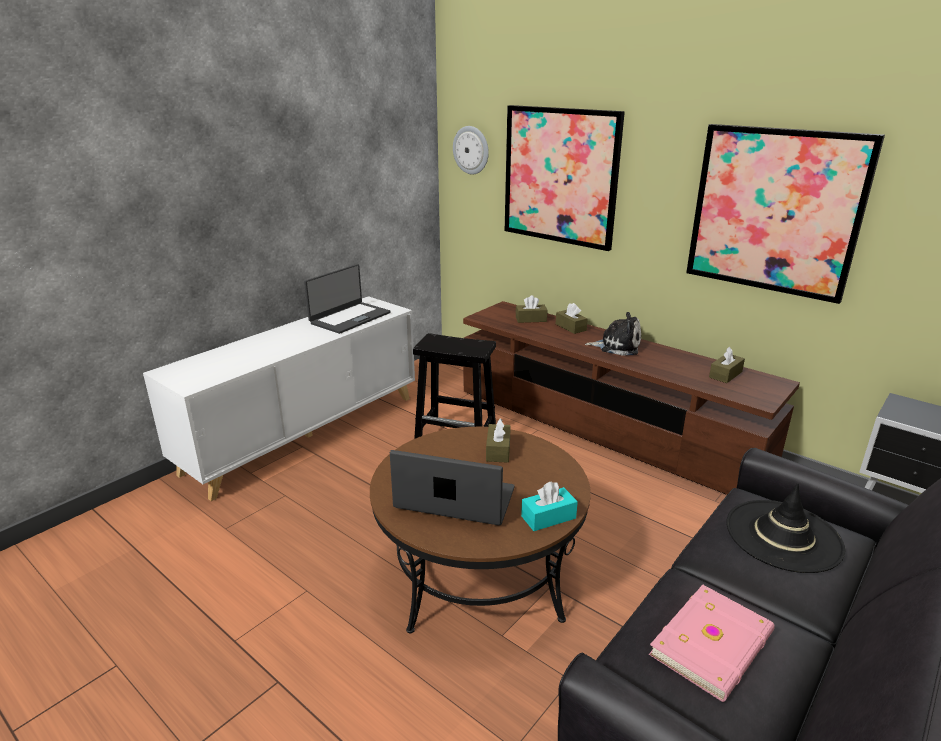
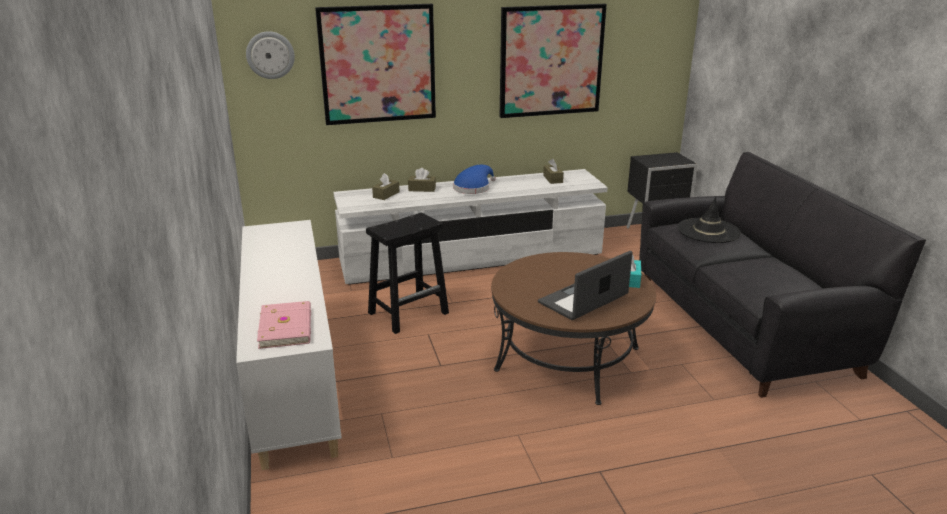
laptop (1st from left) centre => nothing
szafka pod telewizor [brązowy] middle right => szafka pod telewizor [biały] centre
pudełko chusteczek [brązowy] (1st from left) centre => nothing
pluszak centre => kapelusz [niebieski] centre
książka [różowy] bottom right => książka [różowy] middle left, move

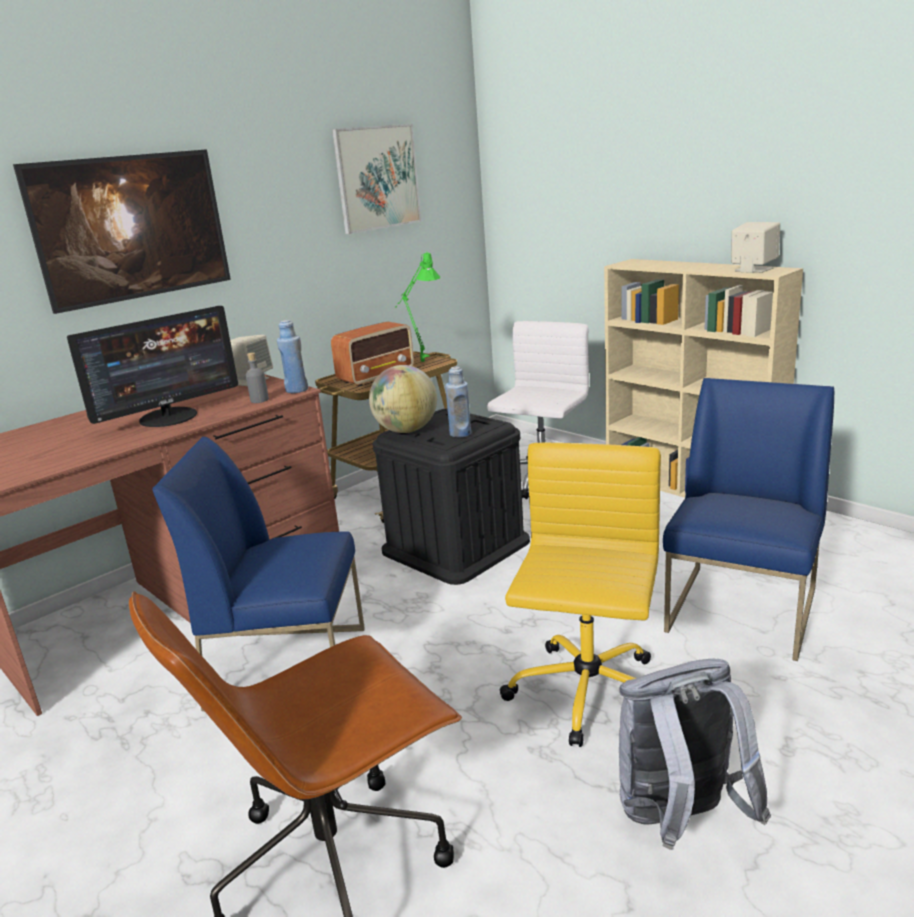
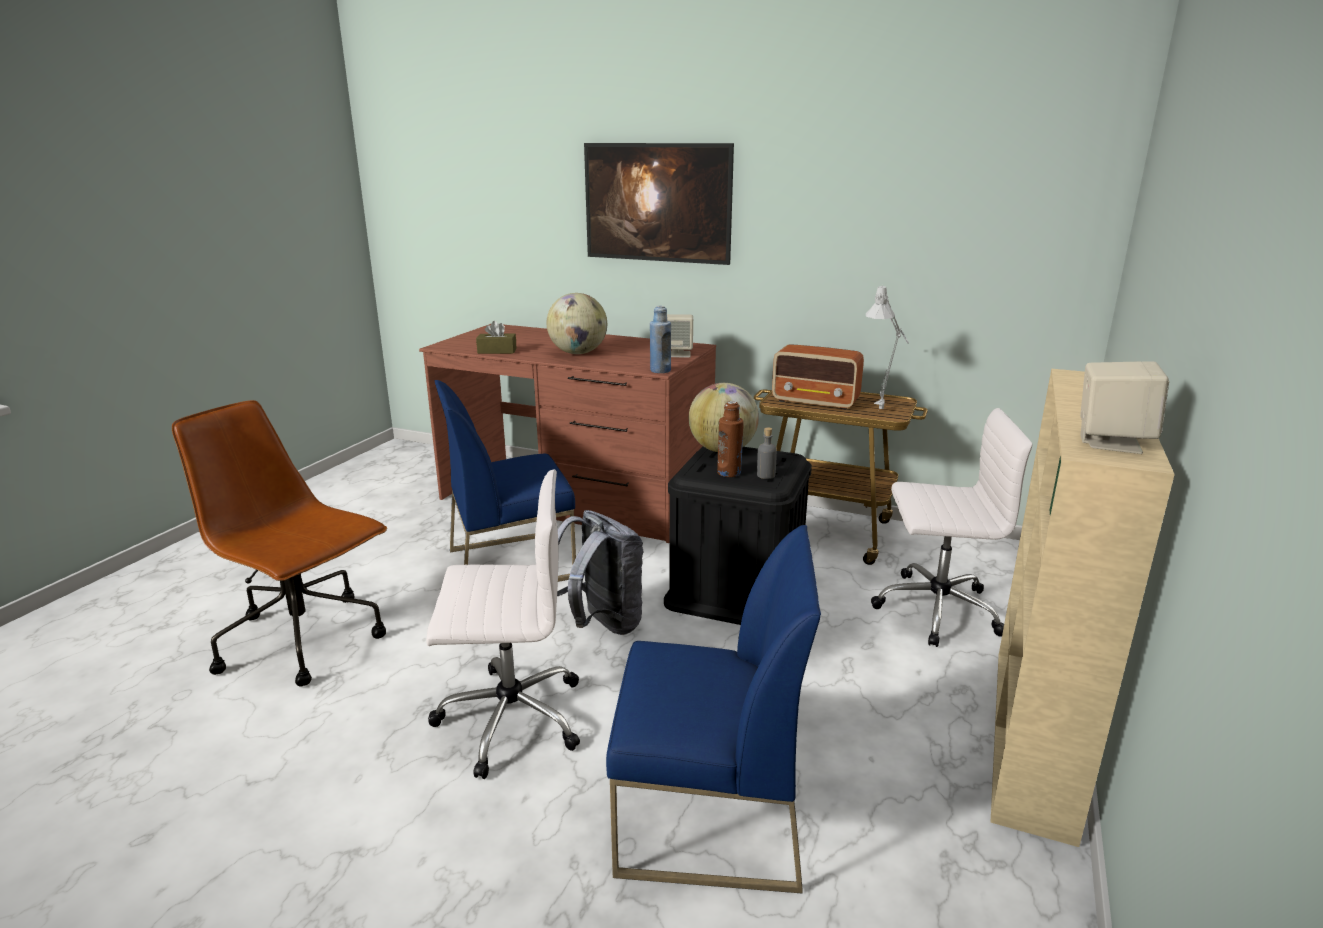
monitor middle left => globus (1st from left) centre
krzesło [niebieski] (1st from left) middle left => krzesło [niebieski] (1st from left) centre, 90 degrees counterclockwise
butelka [szary] middle left => butelka [szary] centre, move
obraz (2nd from left) top centre => nothing
lampa stołowa [zielony] centre => lampa stołowa [szary] middle right
butelka [niebieski] (2nd from left) centre => butelka [brązowy] centre
krzesło biurowe [żółty] centre => krzesło biurowe [biały] (1st from left) bottom centre
plecak [szary] bottom right => plecak [szary] centre, move
nothing => pudełko chusteczek [brązowy] centre

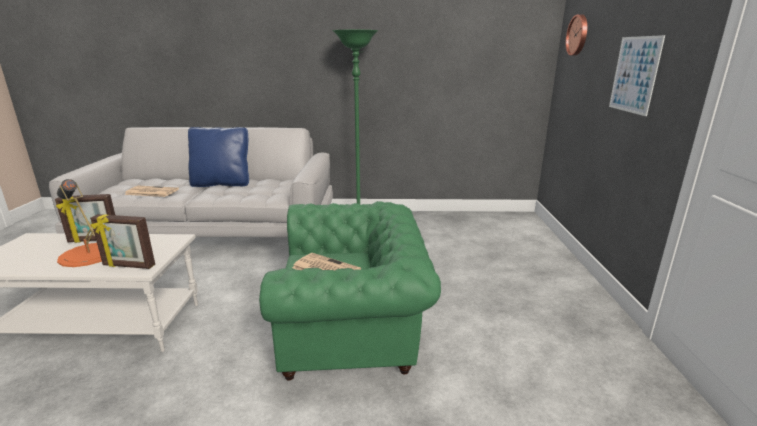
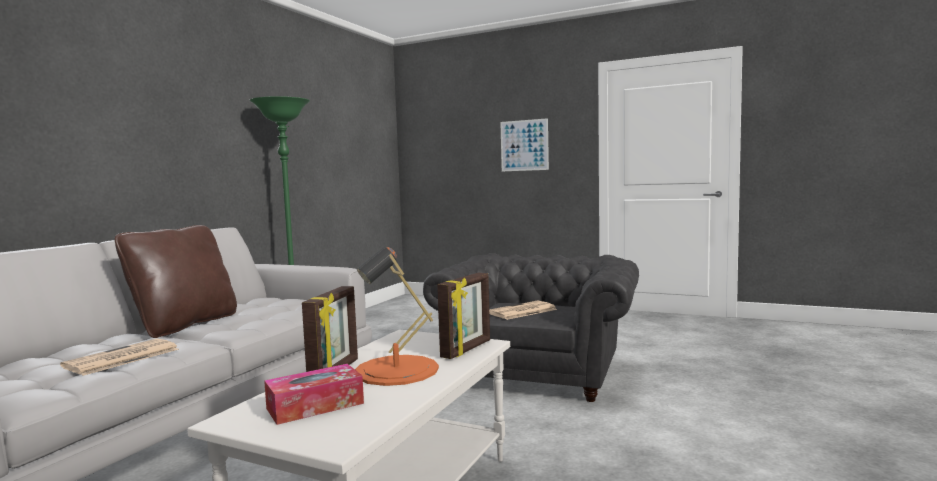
poduszka [niebieski] middle left => poduszka [brązowy] middle left
fotel [zielony] bottom centre => fotel [szary] bottom centre
zegar ścienny top right => nothing
nothing => pudełko chusteczek bottom centre

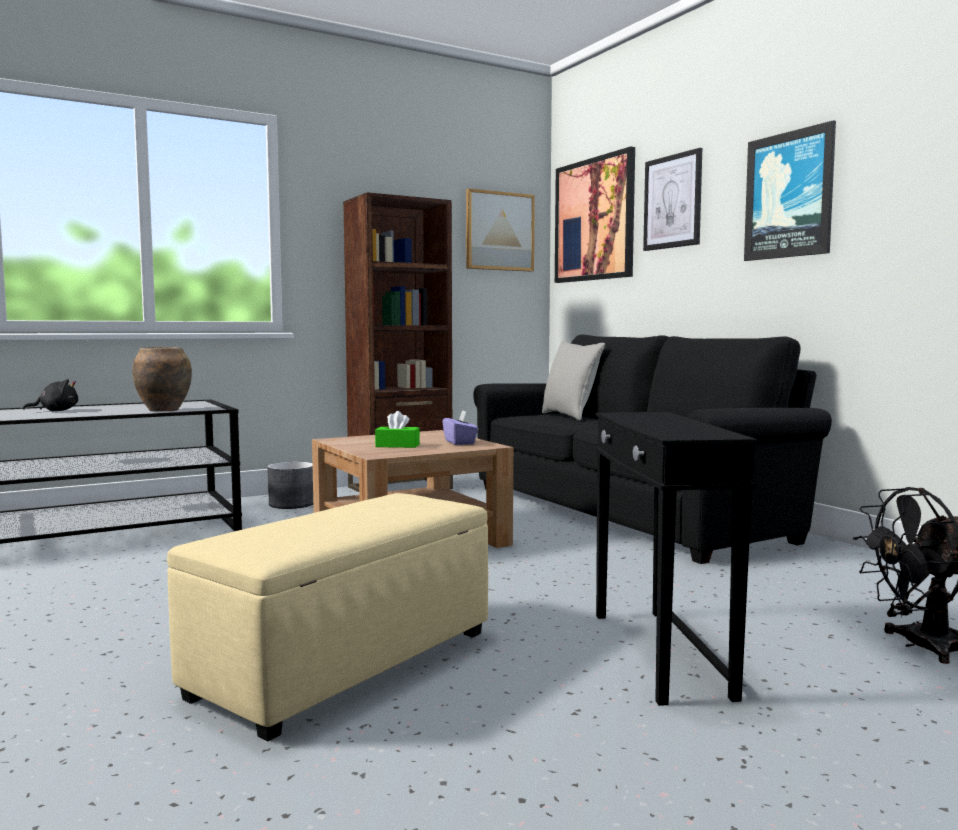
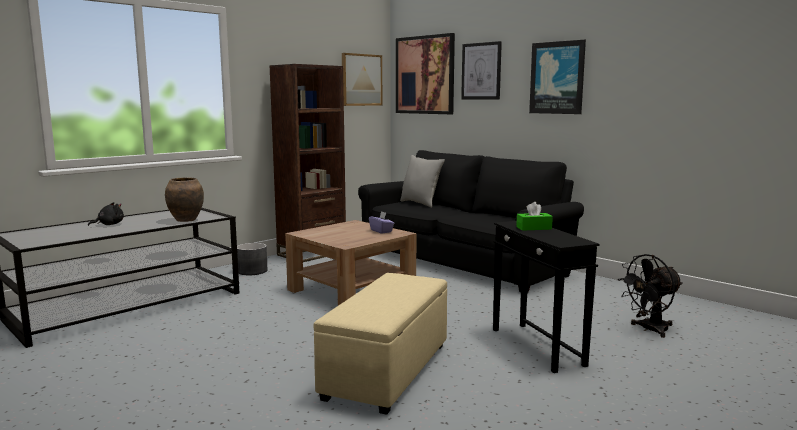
pudełko chusteczek [zielony] centre => pudełko chusteczek [zielony] middle right, move

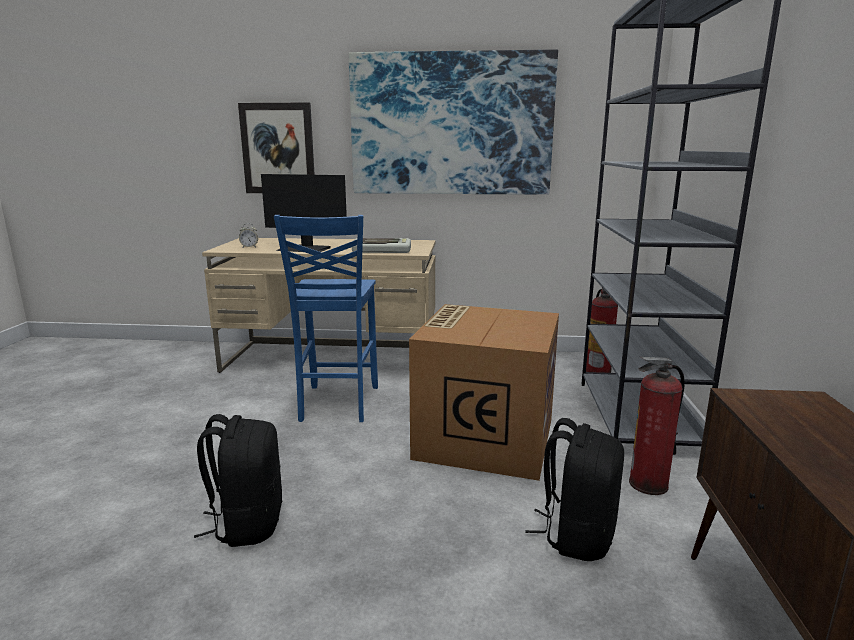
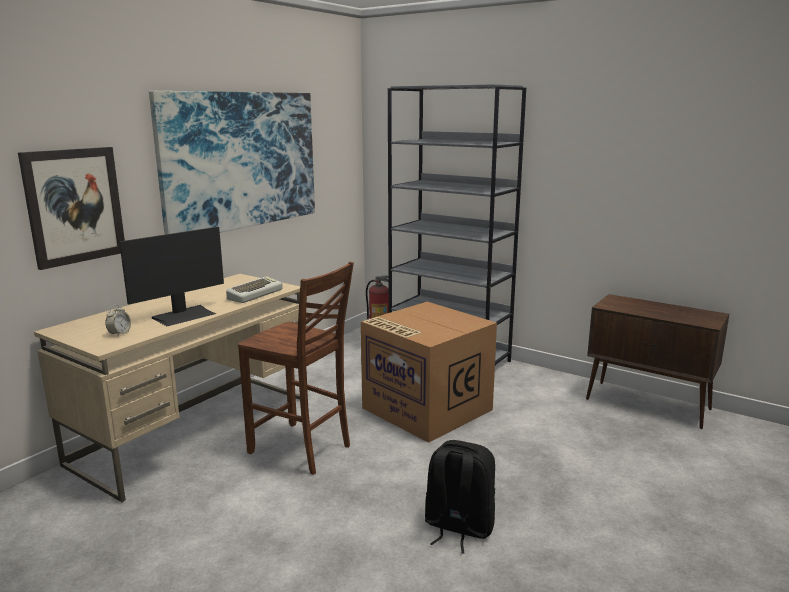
krzesło [niebieski] centre => krzesło [brązowy] centre
plecak [czarny] (2nd from left) bottom right => nothing
gaśnica (2nd from left) middle right => nothing

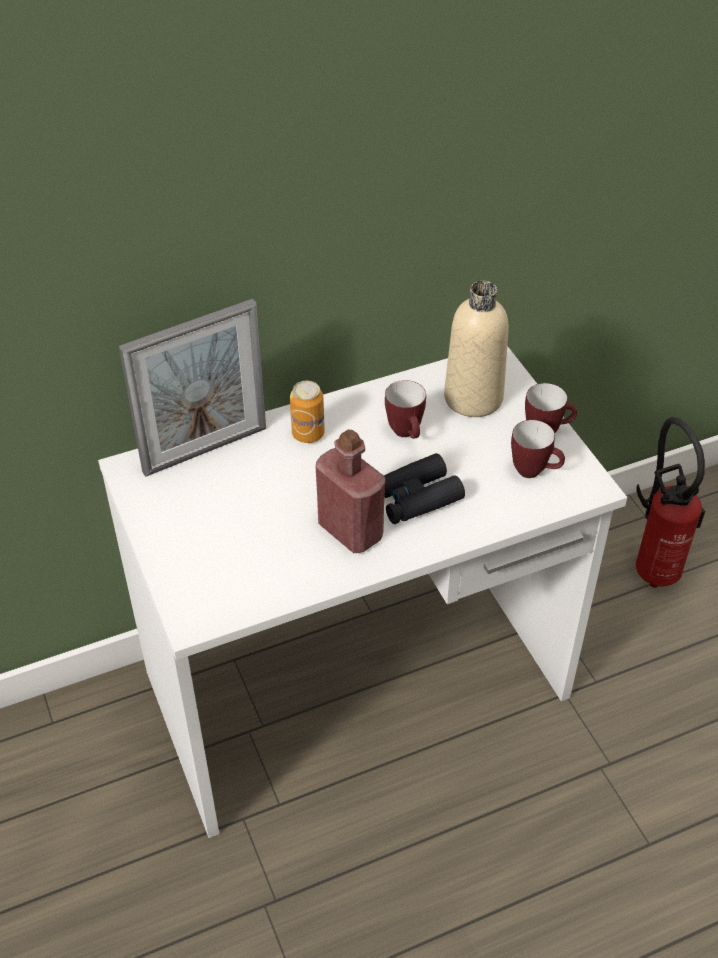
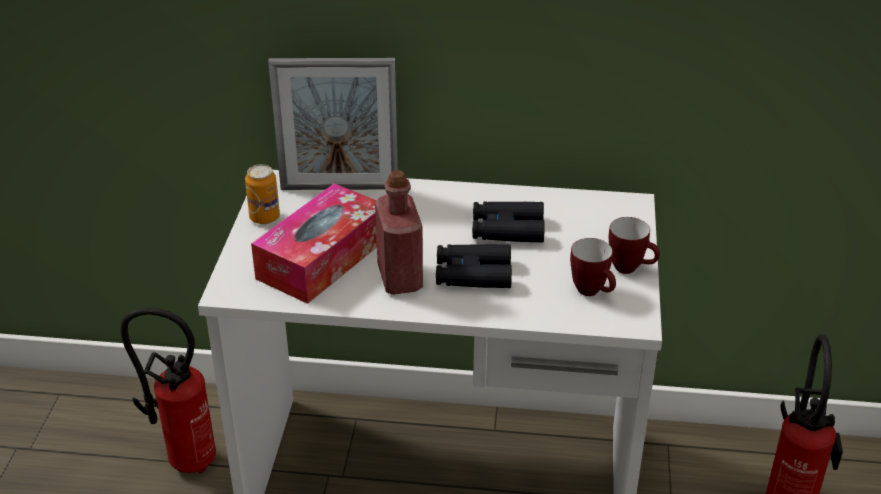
puszka centre => puszka middle left, move
kubek (1st from left) centre => lornetka [czarny] (2nd from left) centre
butelka [beżowy] centre => nothing
nothing => gaśnica (1st from left) bottom left
nothing => pudełko chusteczek centre

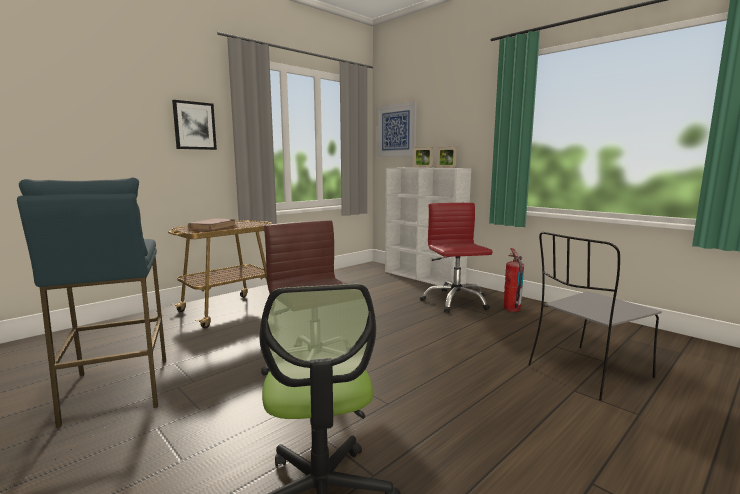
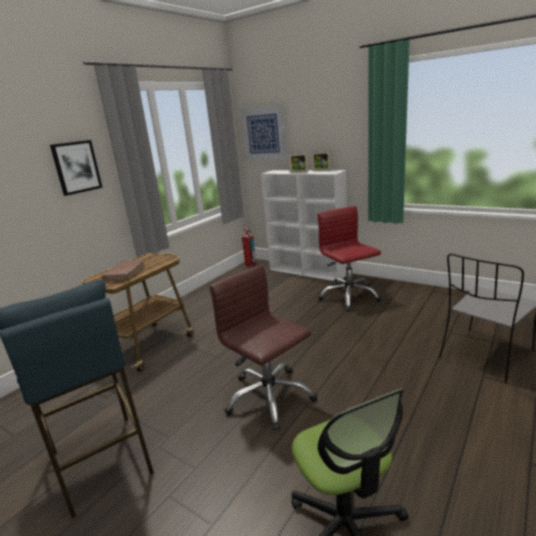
gaśnica middle right => gaśnica centre, move

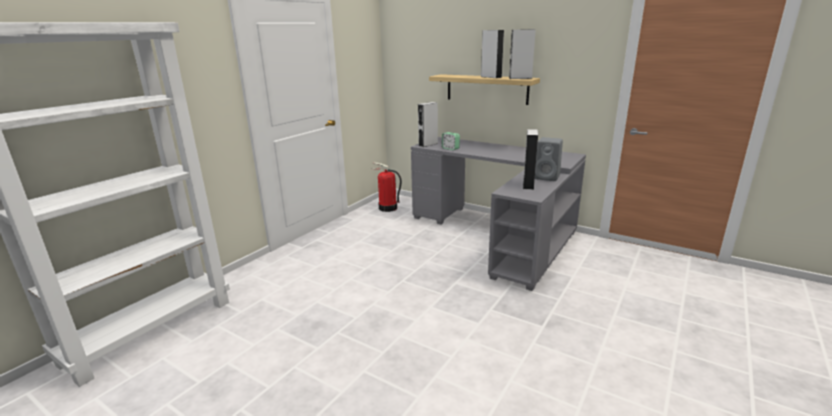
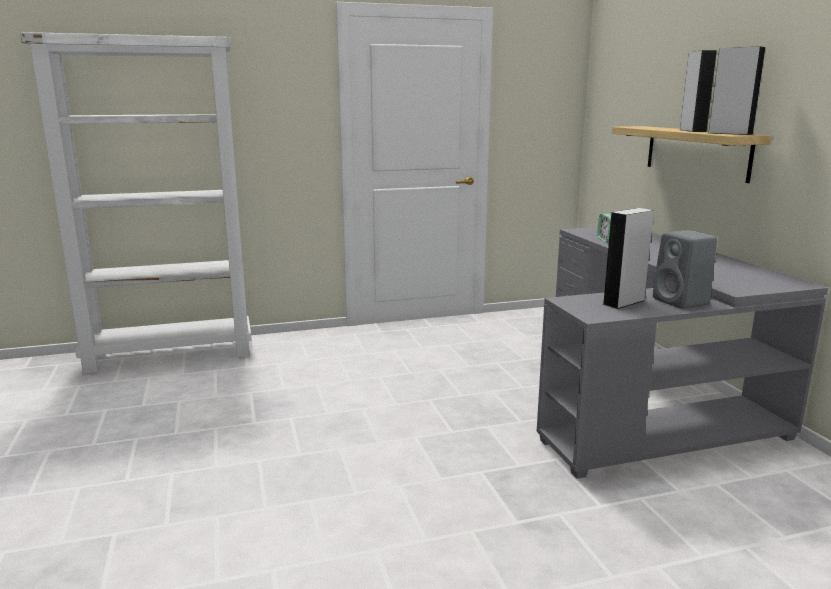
gaśnica centre => nothing
głośnik [szary] (1st from left) top centre => nothing

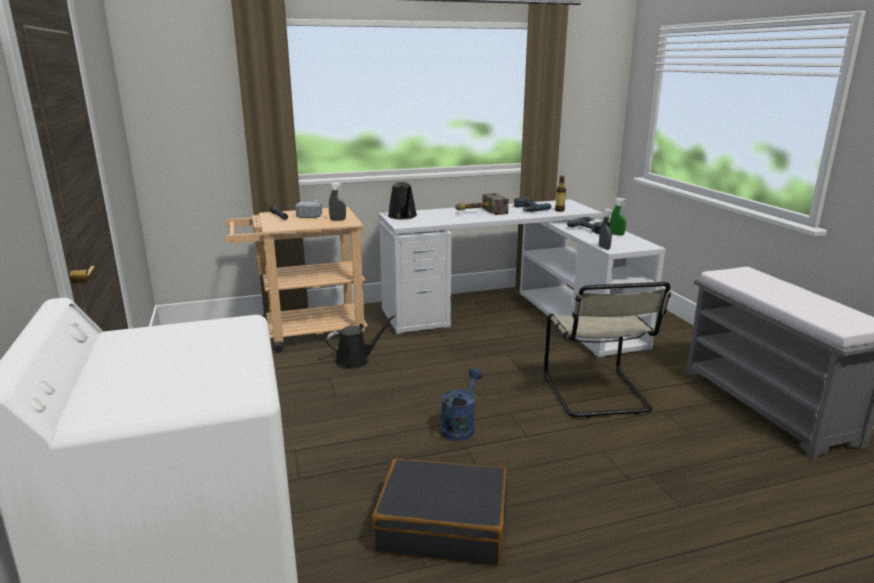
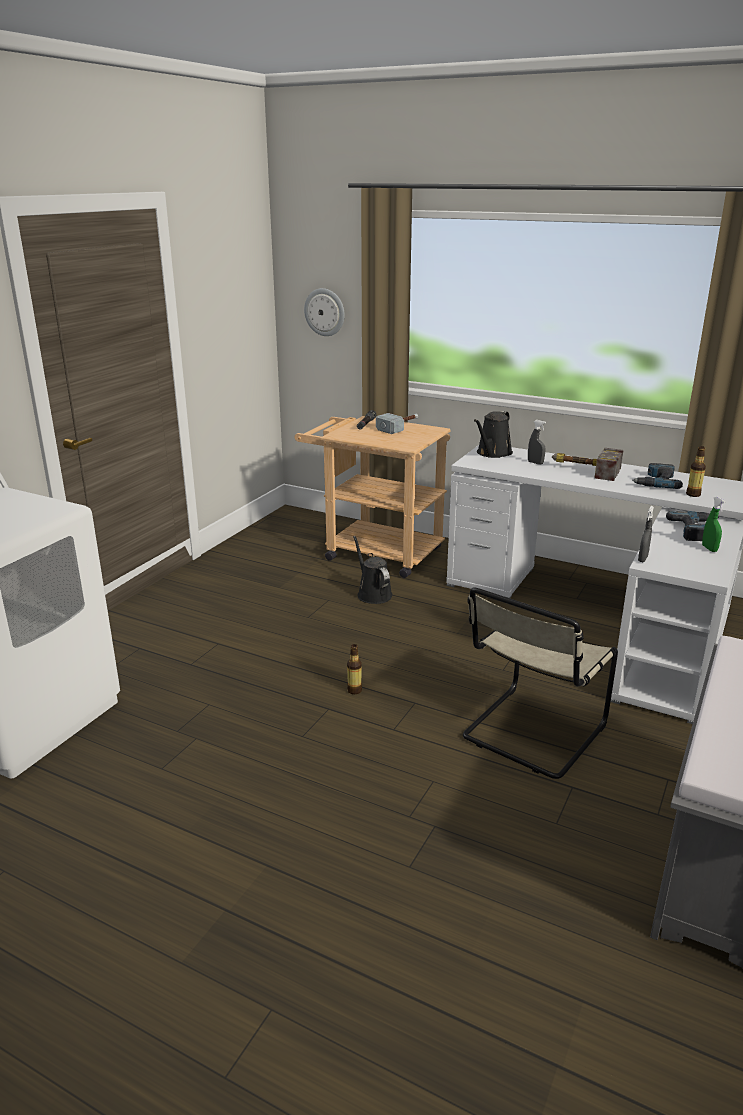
konewka [czarny] (1st from left) centre, 135 degrees counterclockwise
spryskiwacz [szary] (1st from left) centre => spryskiwacz [szary] (1st from left) middle right, move
walizka [czarny] bottom centre => nothing
konewka [niebieski] bottom centre => butelka (1st from left) centre
nothing => zegar ścienny top centre

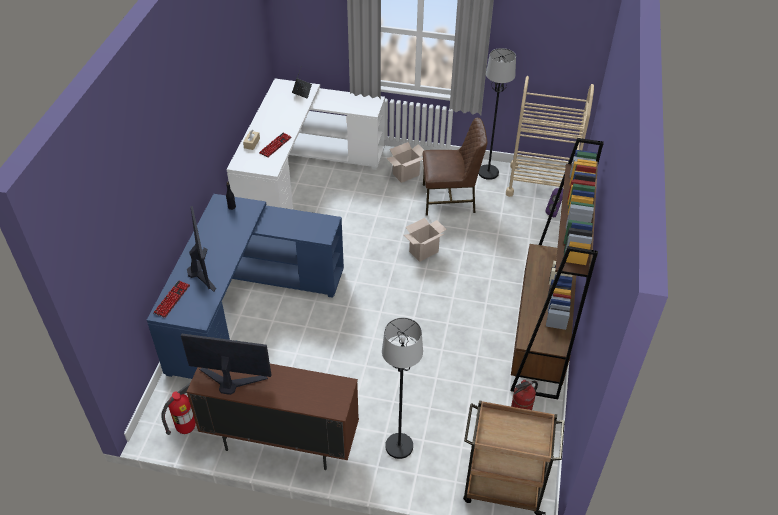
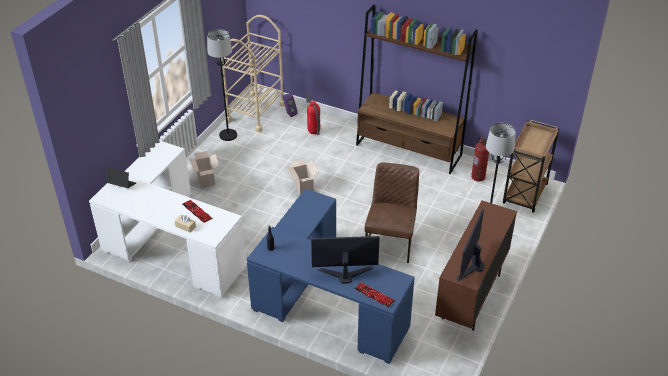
gaśnica (1st from left) bottom left => gaśnica (1st from left) top centre, move
krzesło [brązowy] top centre => krzesło [brązowy] centre, move

